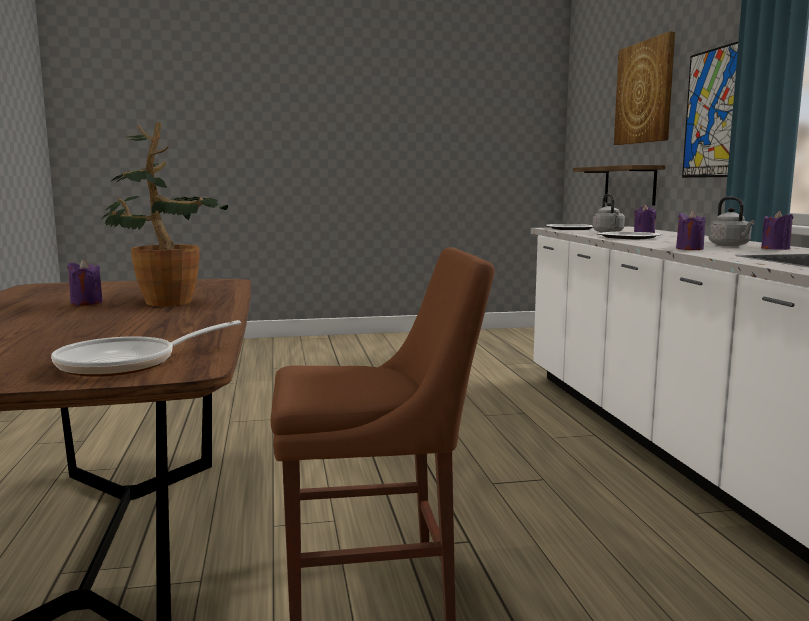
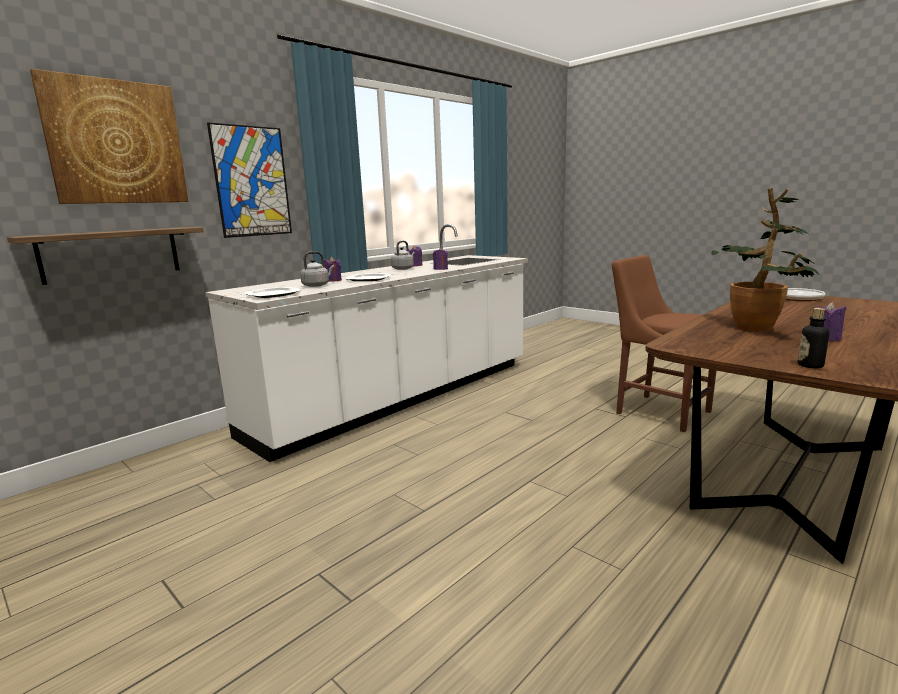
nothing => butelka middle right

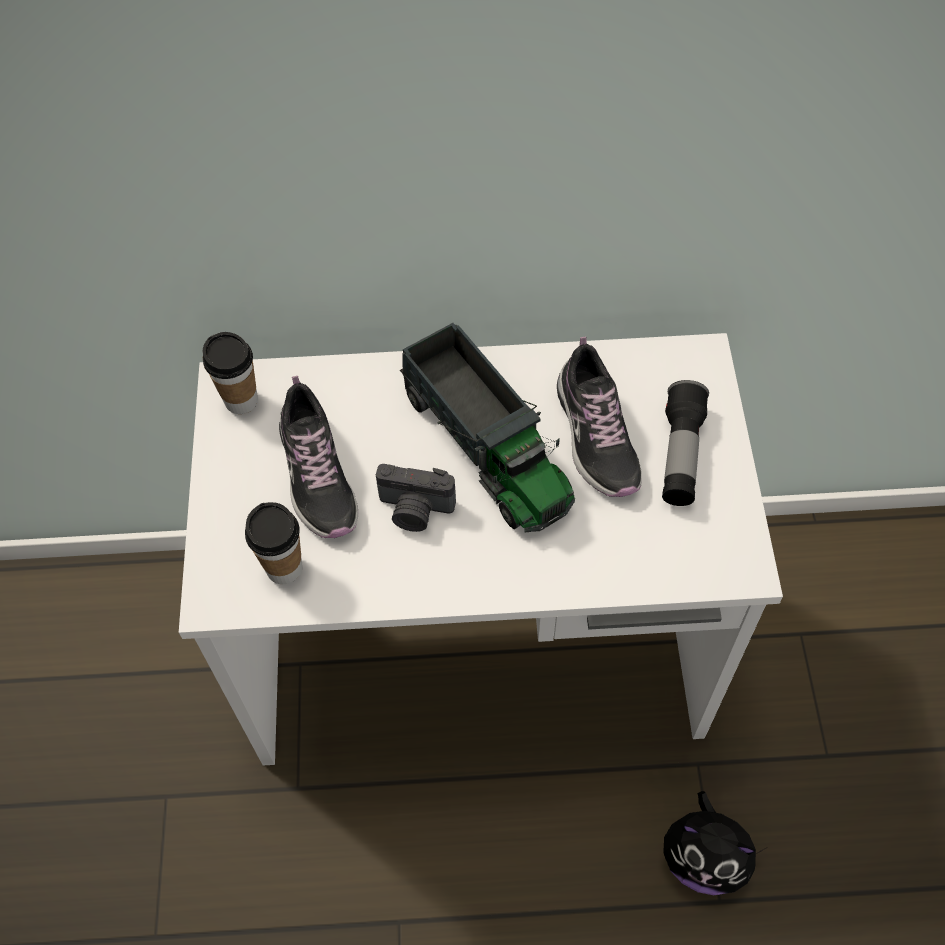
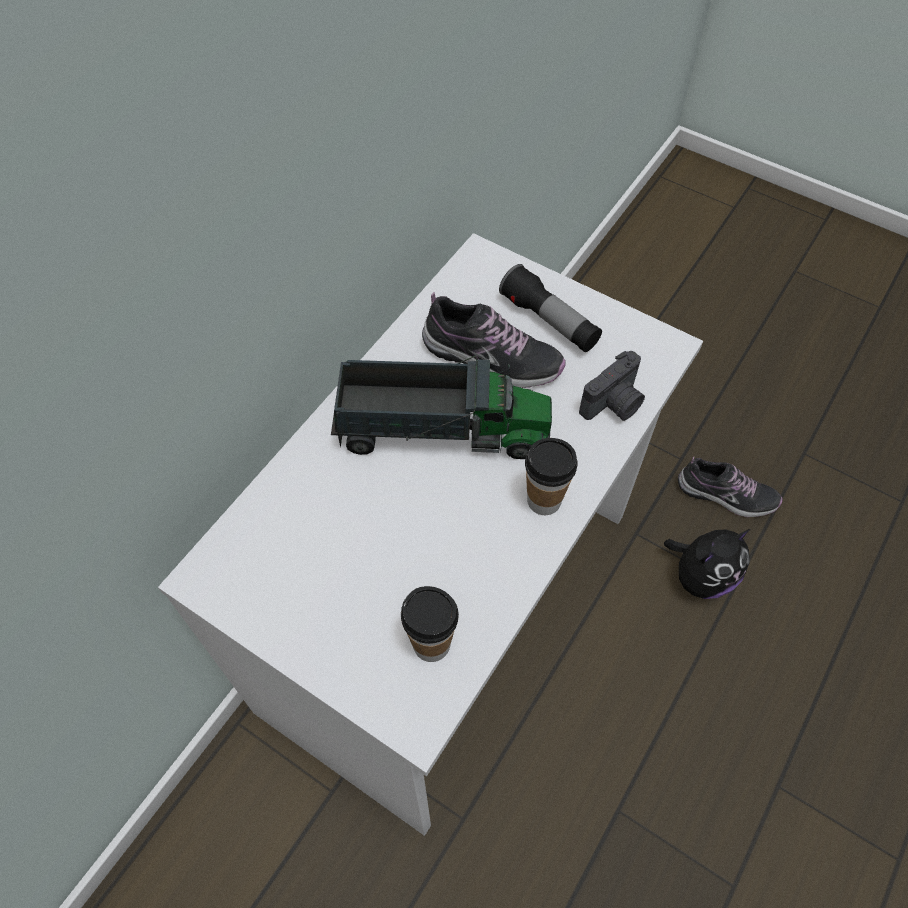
filiżanka (1st from left in the first image) middle left => filiżanka (2nd from left) centre, move
but (1st from left in the first image) centre => but (2nd from left) middle right, move
aparat fotograficzny centre => aparat fotograficzny middle right, move

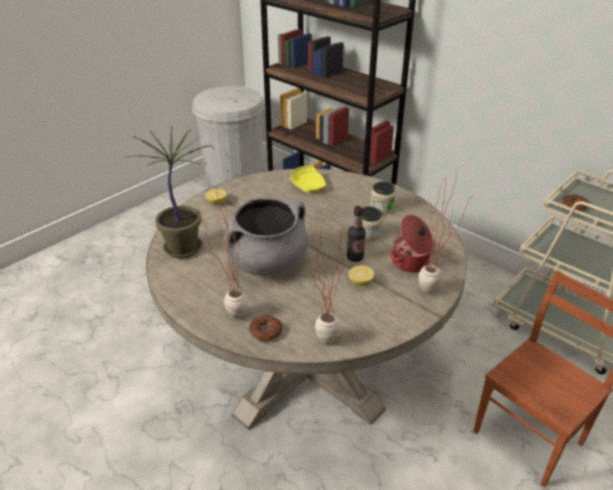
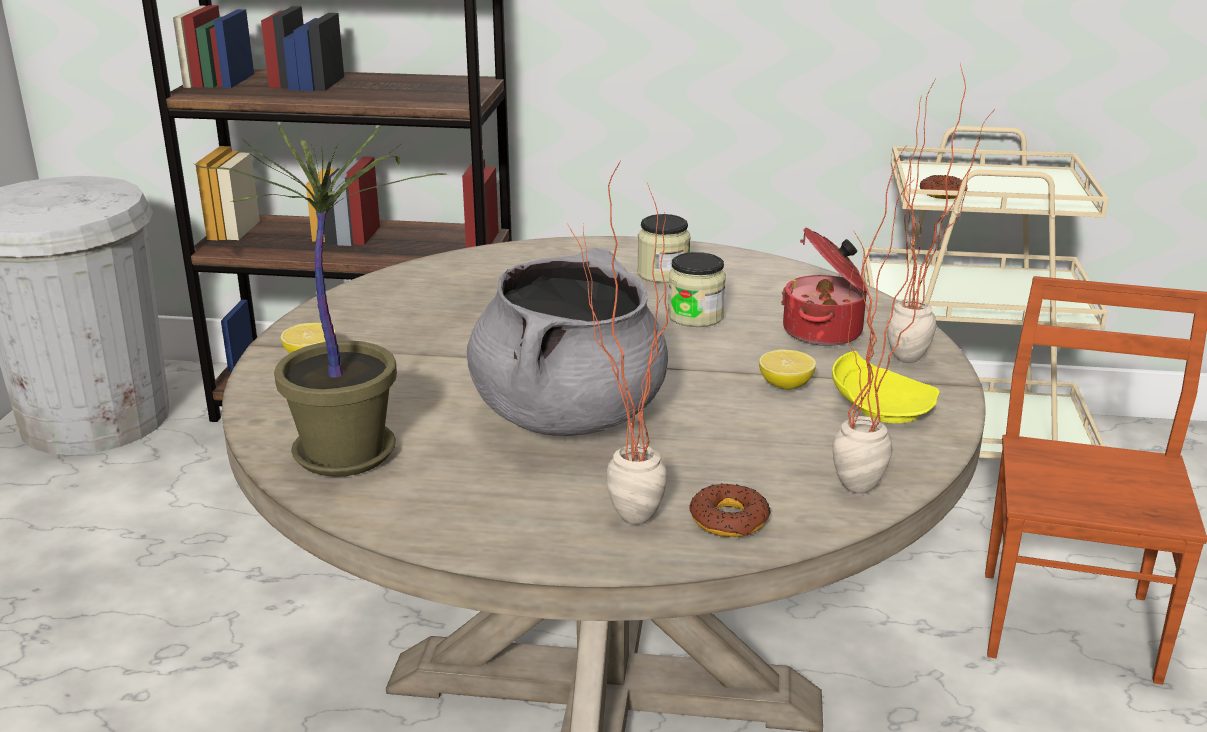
talerz [żółty] centre => talerz [żółty] middle right, move
butelka centre => nothing

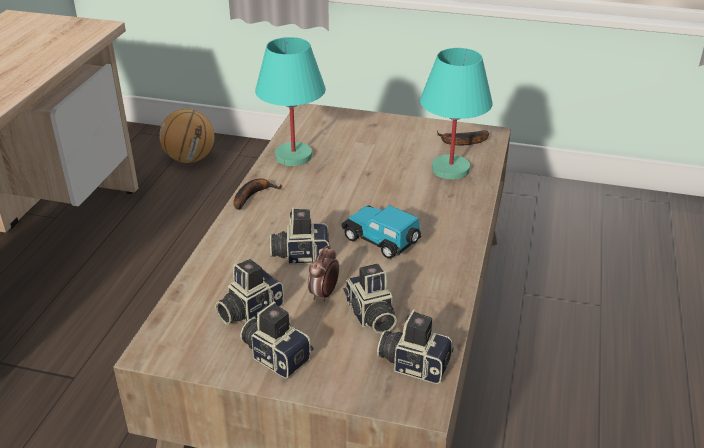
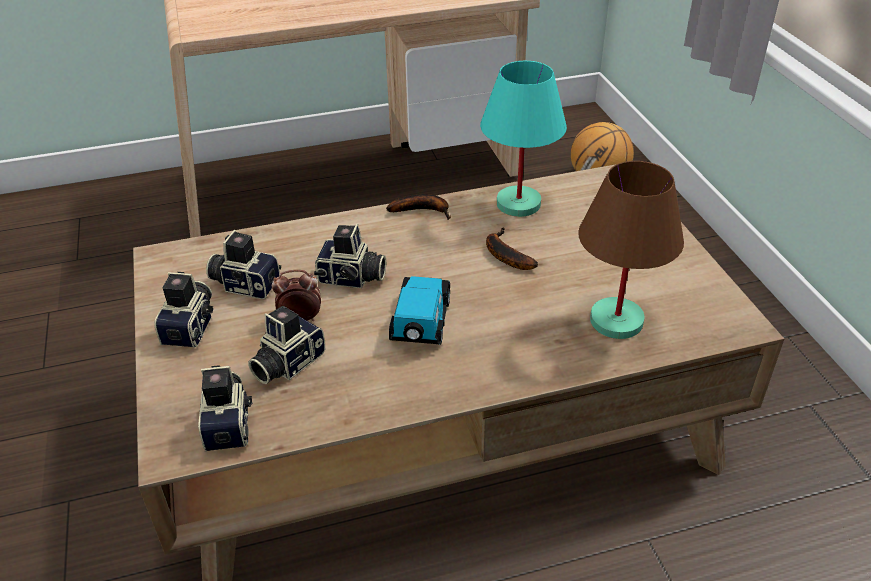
aparat fotograficzny (3rd from left in the first image) centre => aparat fotograficzny (5th from left) centre, 135 degrees clockwise
lampa stołowa [turkusowy] (2nd from left) top centre => lampa stołowa [brązowy] middle right
banan (2nd from left) top centre => banan (2nd from left) centre, move

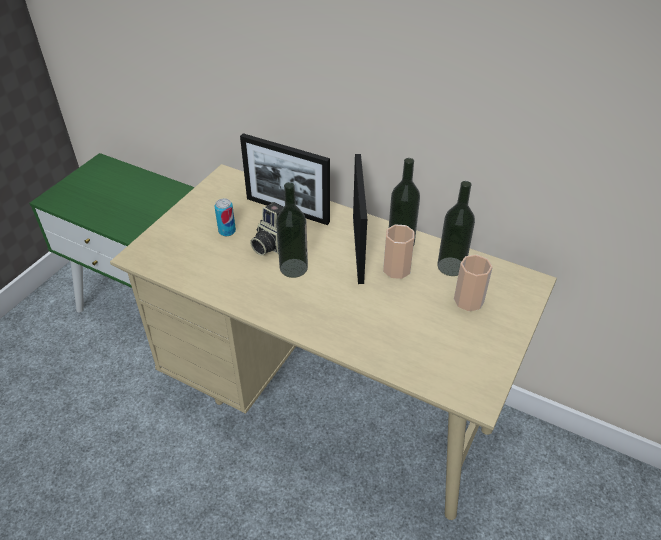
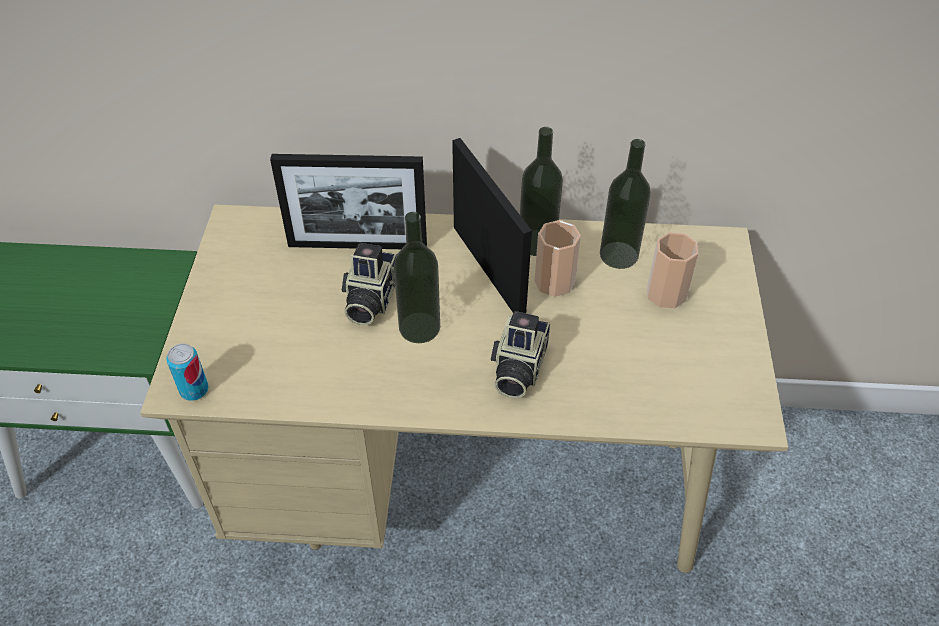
puszka centre => puszka middle left, move
nothing => aparat fotograficzny (2nd from left) centre

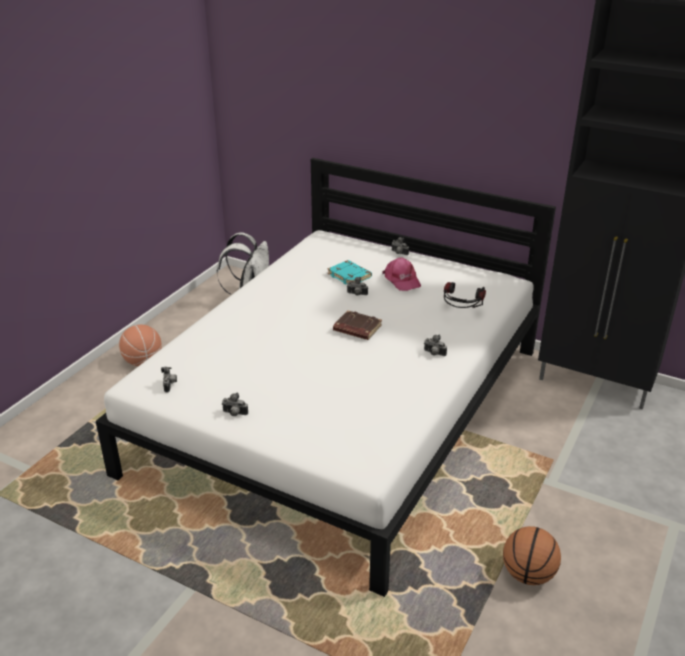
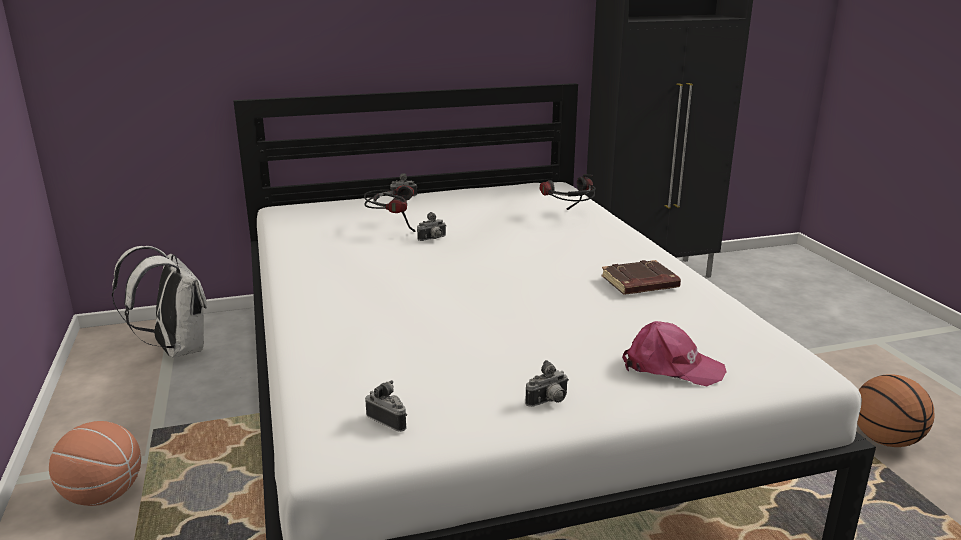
książka [turkusowy] centre => słuchawki (1st from left) centre
książka [brązowy] centre => książka [brązowy] middle right, move
czapka z daszkiem [różowy] centre => czapka z daszkiem [różowy] middle right, move
aparat fotograficzny (5th from left) centre => nothing

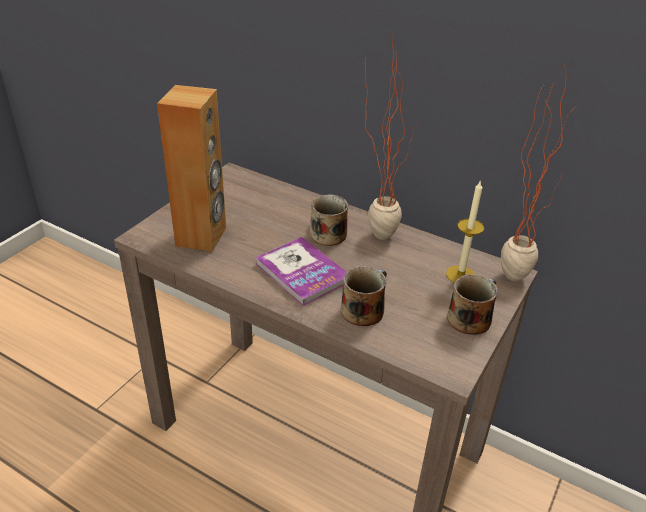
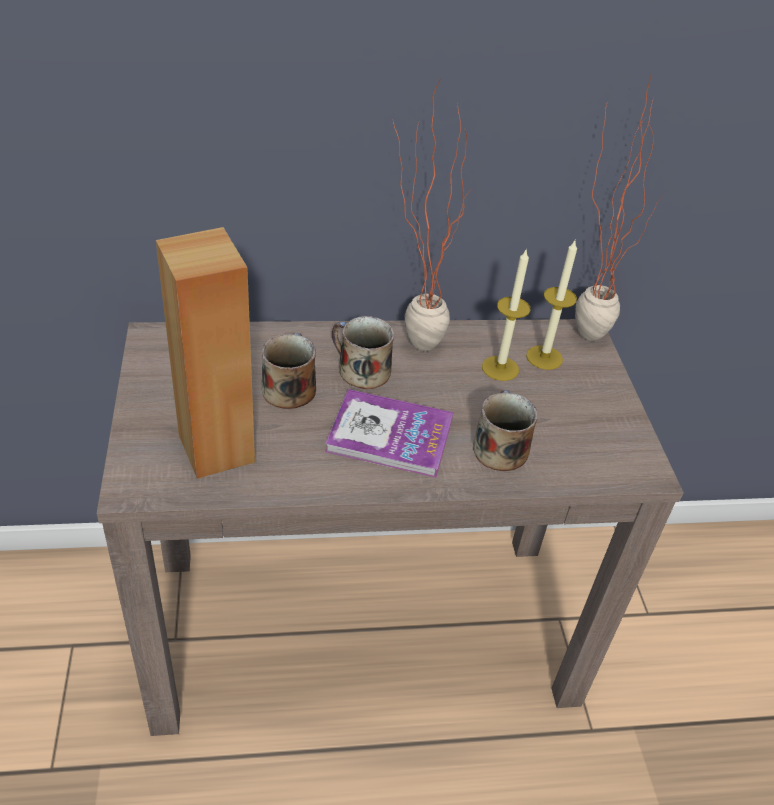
kubek (3rd from left in the first image) middle right => kubek (1st from left) centre, move
nothing => świeca (1st from left) centre

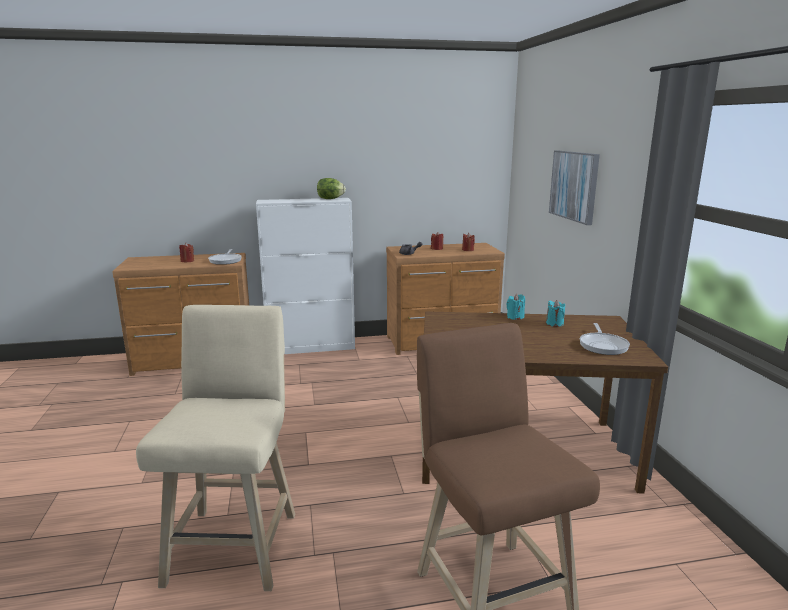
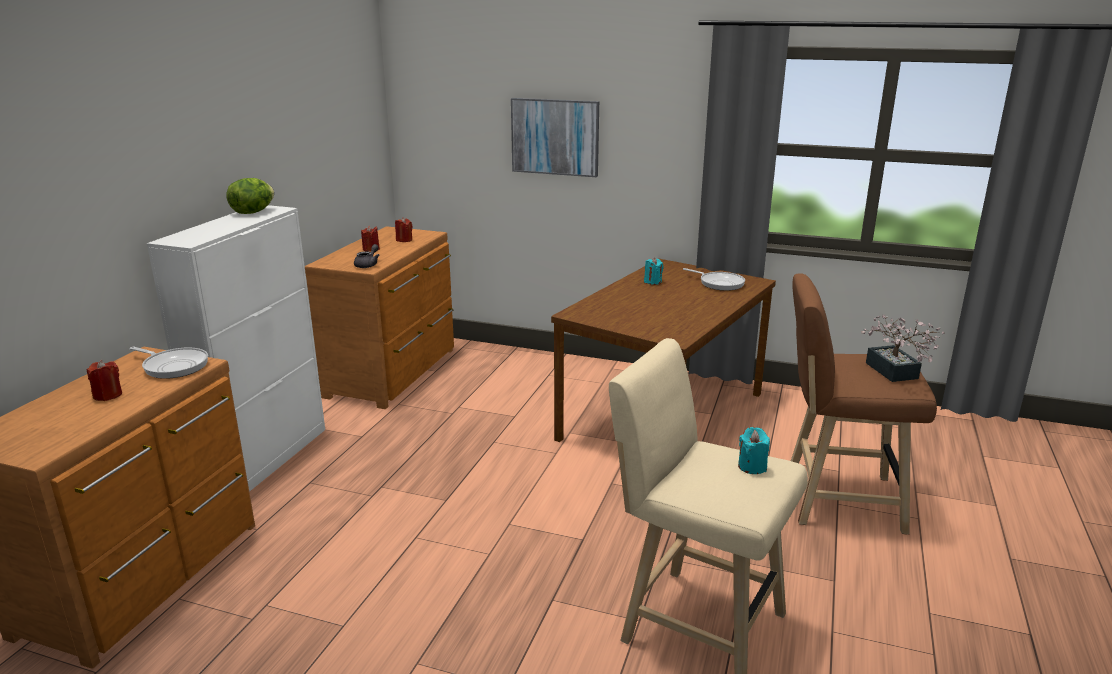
świeca [turkusowy] (1st from left in the first image) centre => świeca [turkusowy] (2nd from left) bottom right, move
nothing => roślina doniczkowa middle right

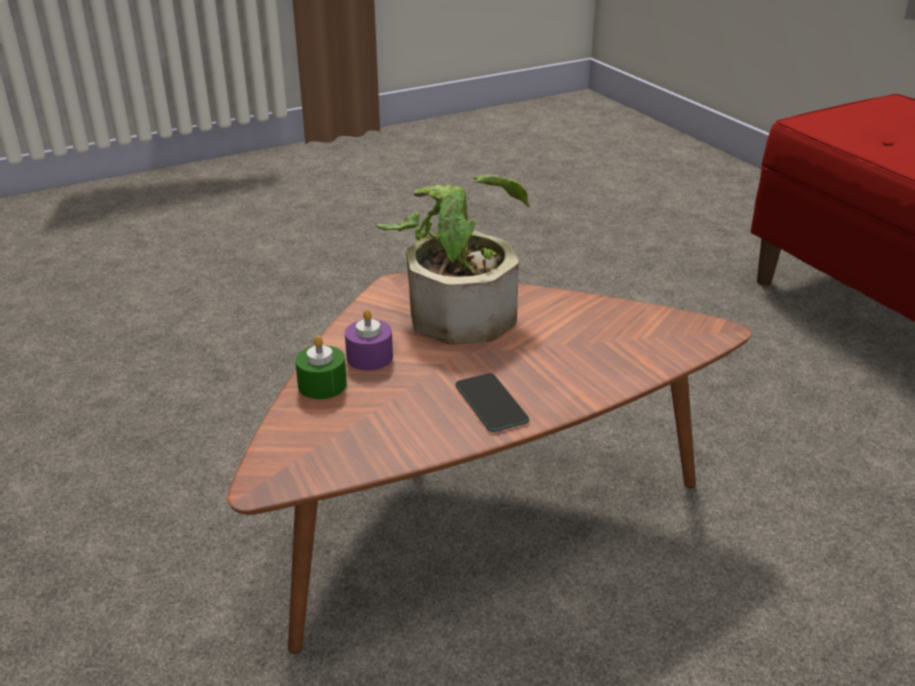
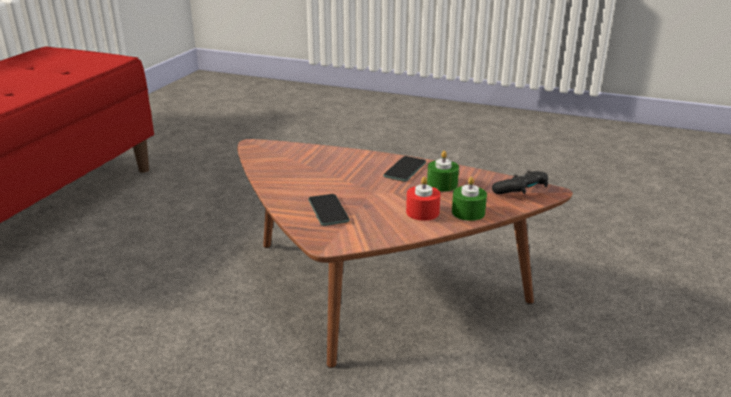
świeca [fioletowy] centre => świeca [czerwony] centre
roślina doniczkowa centre => telefon (1st from left) centre
nothing => świeca [zielony] (1st from left) centre
nothing => pad do gier [czarny] middle right

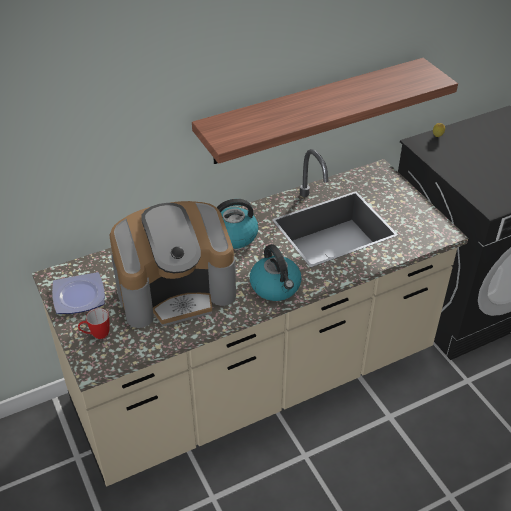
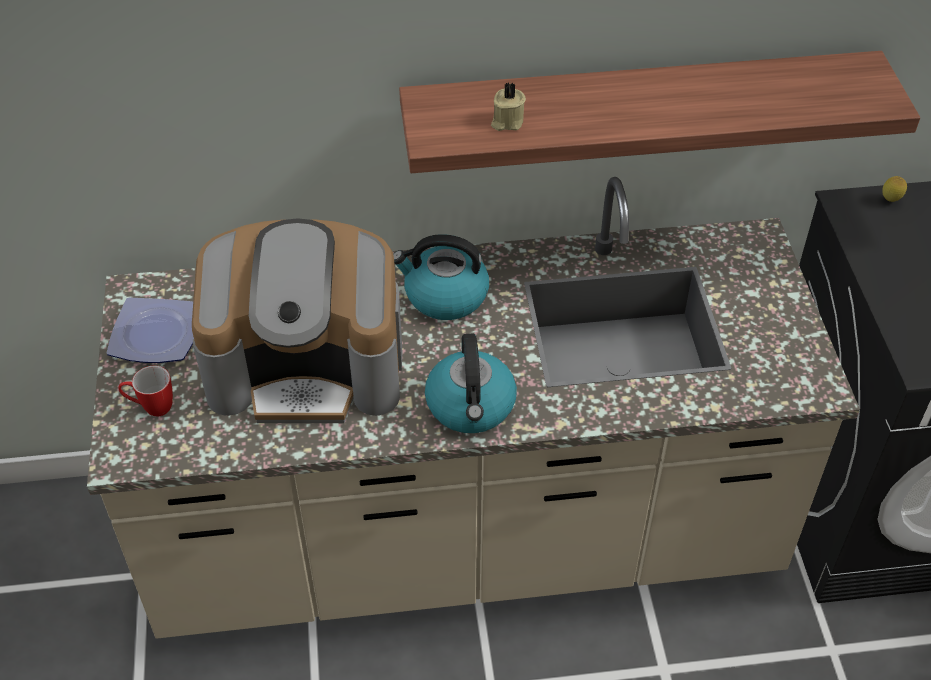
nothing => świeca [beżowy] top centre

